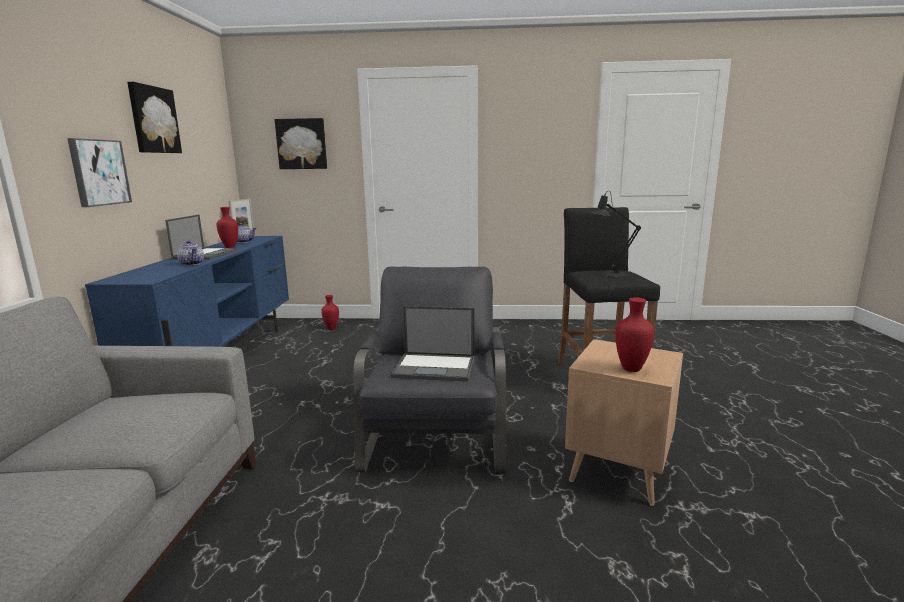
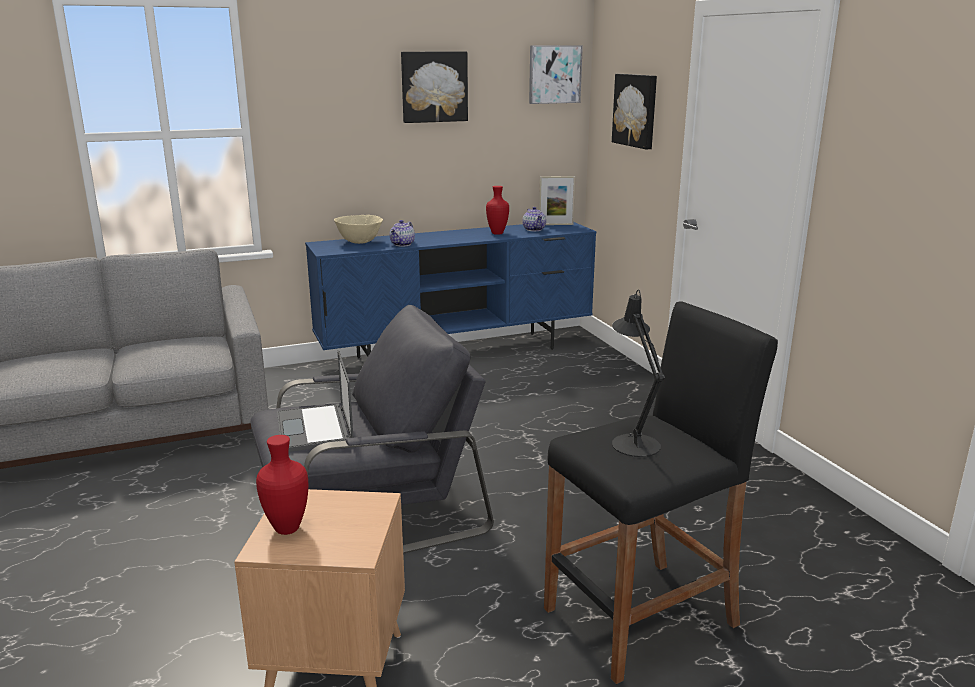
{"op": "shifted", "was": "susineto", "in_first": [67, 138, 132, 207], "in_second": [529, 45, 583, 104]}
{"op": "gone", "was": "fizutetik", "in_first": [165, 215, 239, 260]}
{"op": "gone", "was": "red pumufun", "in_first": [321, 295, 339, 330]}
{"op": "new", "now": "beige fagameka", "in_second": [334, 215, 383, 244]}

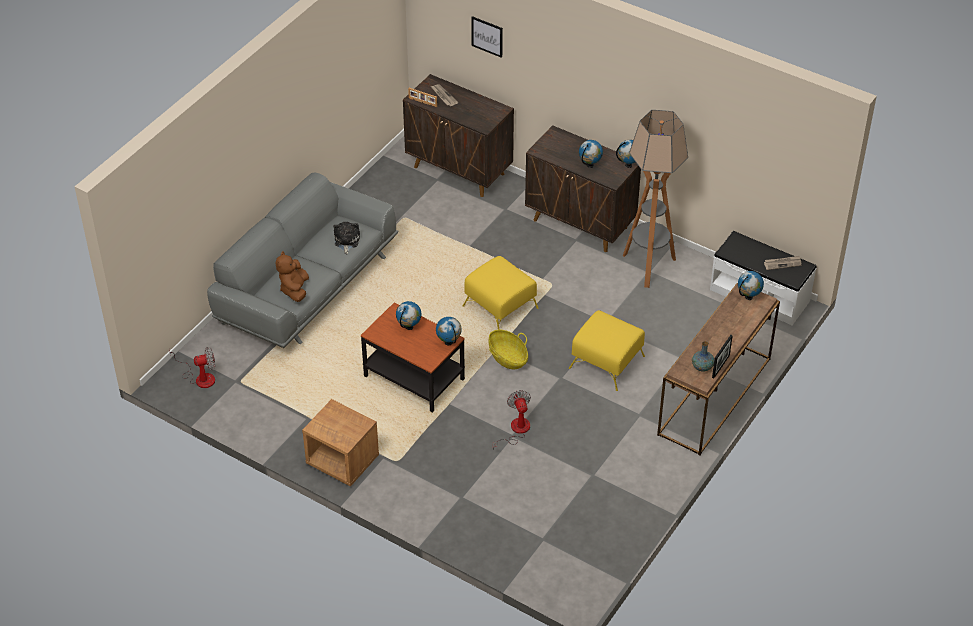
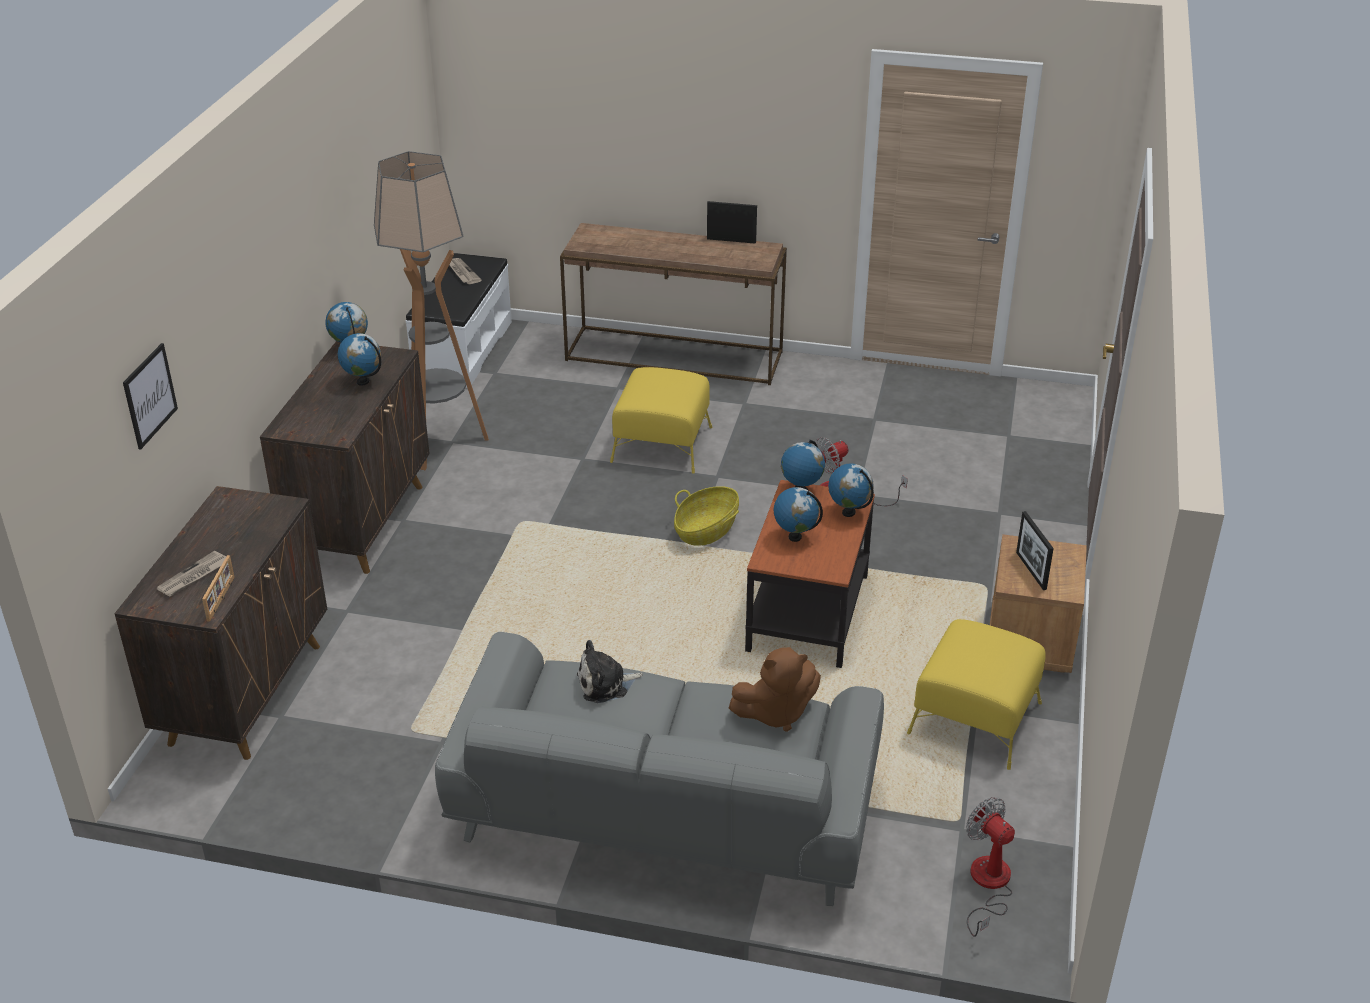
{"op": "shifted", "was": "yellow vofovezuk", "in_first": [463, 256, 539, 330], "in_second": [907, 619, 1046, 770]}
{"op": "shifted", "was": "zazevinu", "in_first": [738, 271, 764, 300], "in_second": [828, 463, 874, 517]}
{"op": "gone", "was": "pumufun", "in_first": [692, 341, 714, 371]}
{"op": "new", "now": "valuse", "in_second": [1016, 511, 1054, 590]}

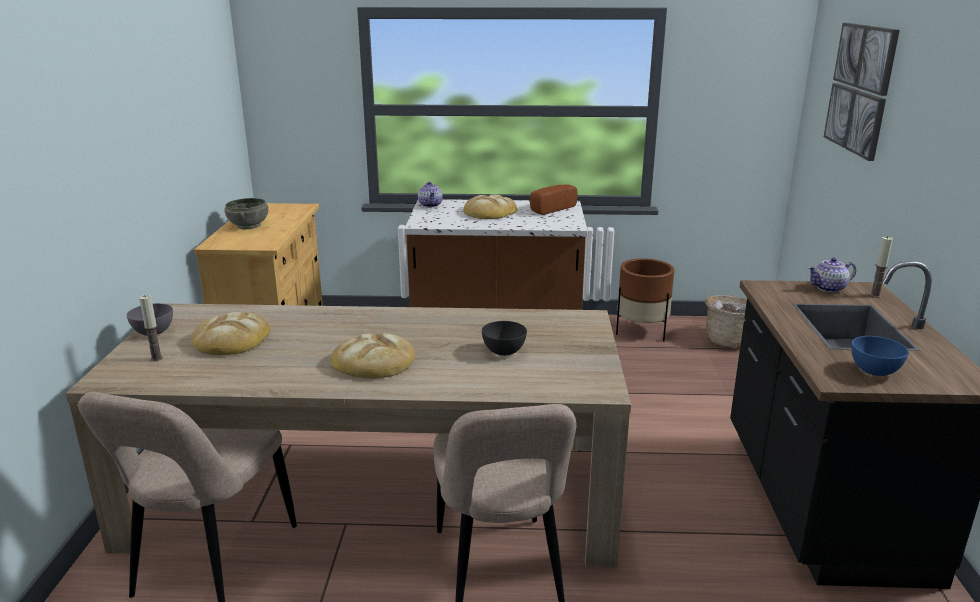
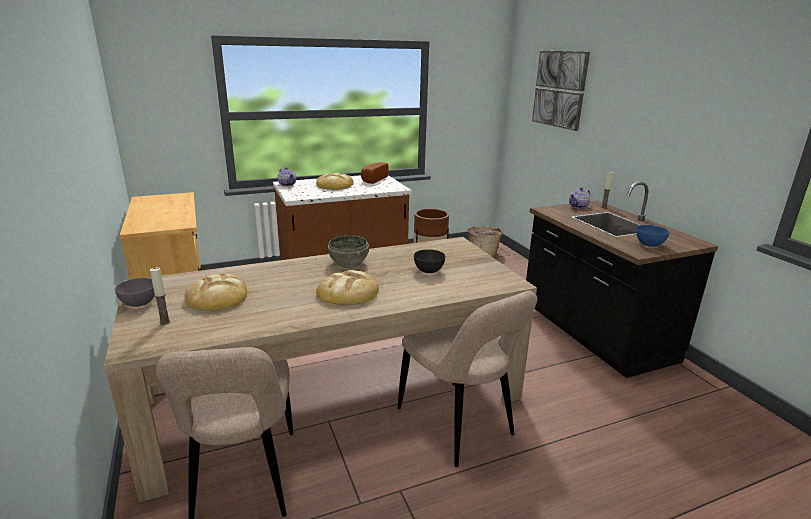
{"op": "shifted", "was": "grey fagameka", "in_first": [224, 198, 268, 229], "in_second": [328, 236, 369, 268]}

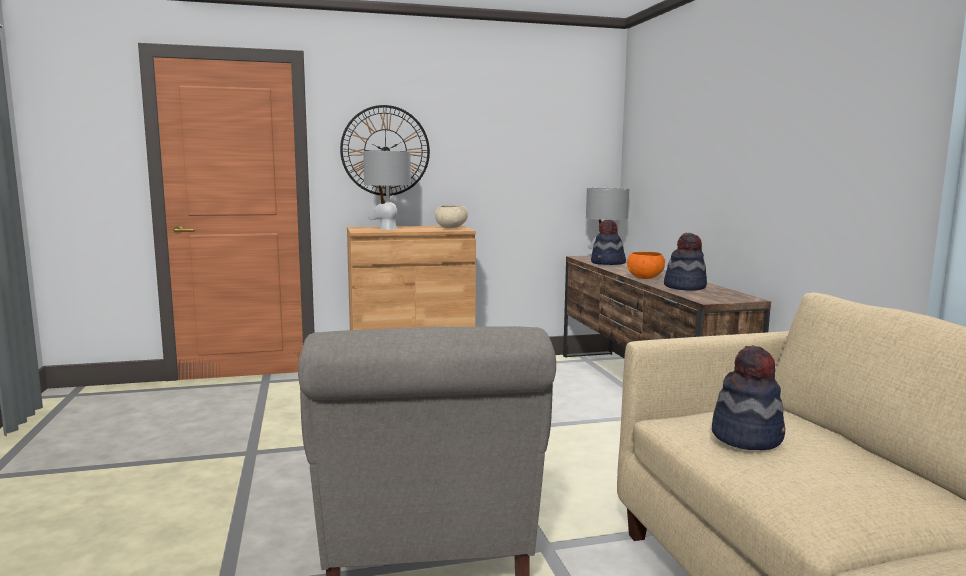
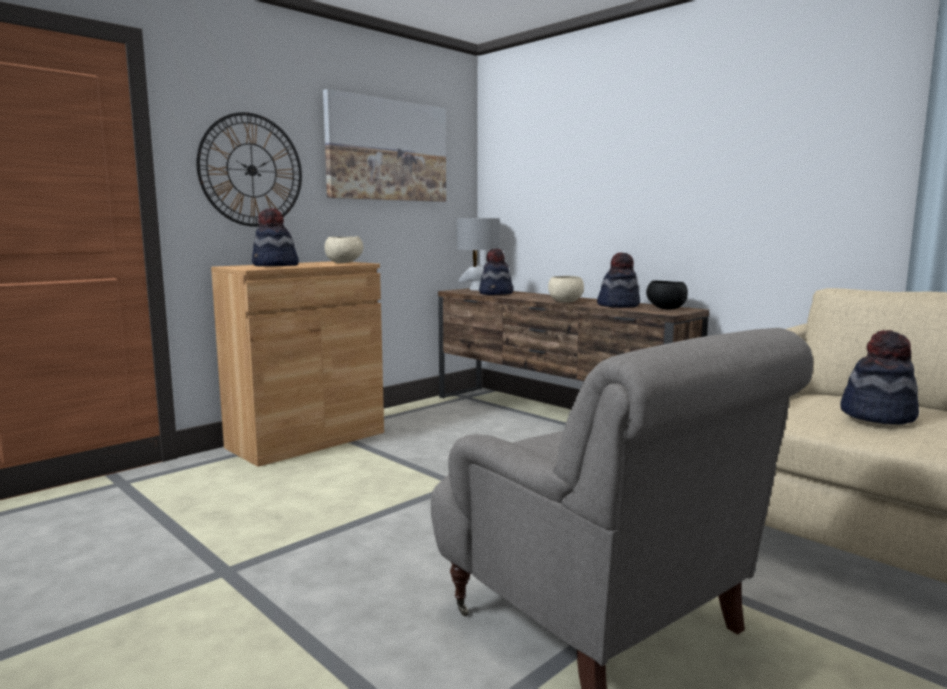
{"op": "swapped", "was": "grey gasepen", "now": "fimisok", "in_first": [363, 150, 411, 230], "in_second": [252, 208, 299, 266]}
{"op": "repainted", "was": "orange fagameka", "now": "beige fagameka", "in_first": [627, 252, 665, 279], "in_second": [548, 276, 584, 302]}
{"op": "new", "now": "susineto", "in_second": [323, 89, 446, 202]}
{"op": "new", "now": "black fagameka", "in_second": [646, 281, 688, 309]}

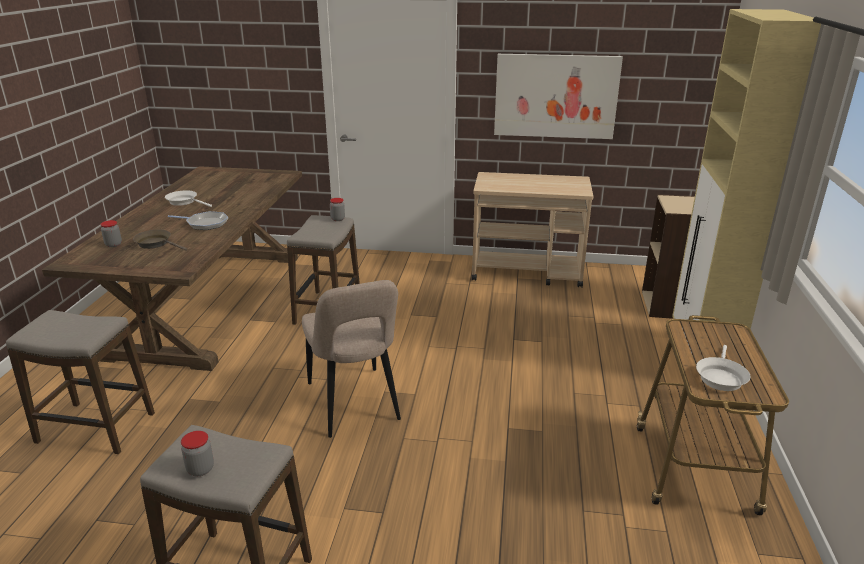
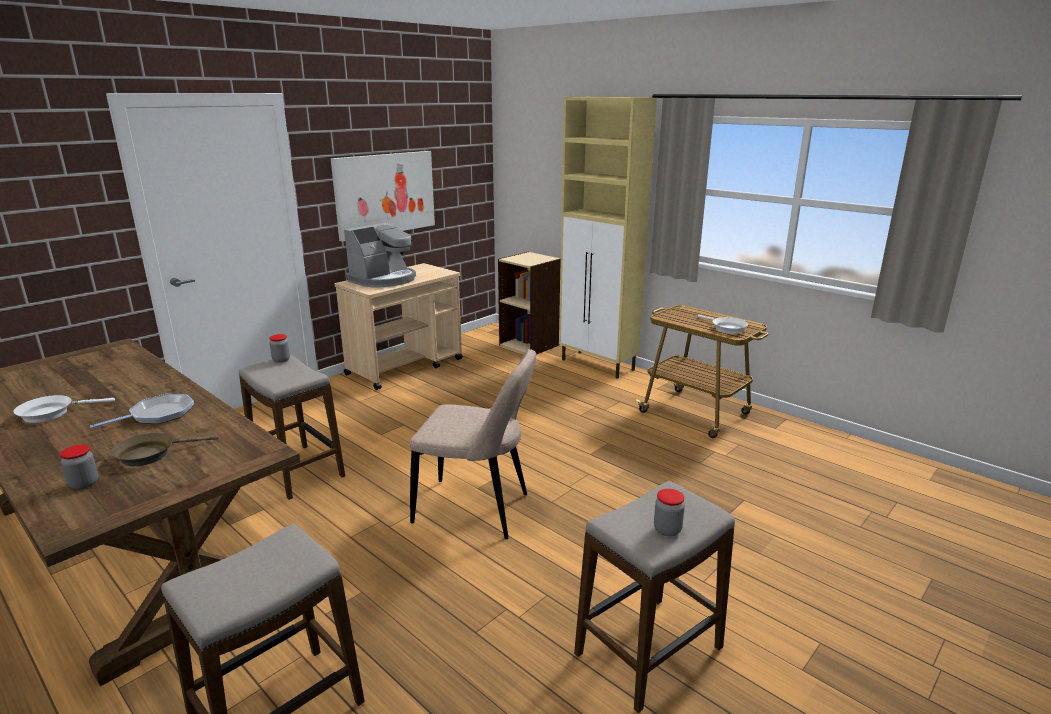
{"op": "new", "now": "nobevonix", "in_second": [344, 222, 416, 288]}

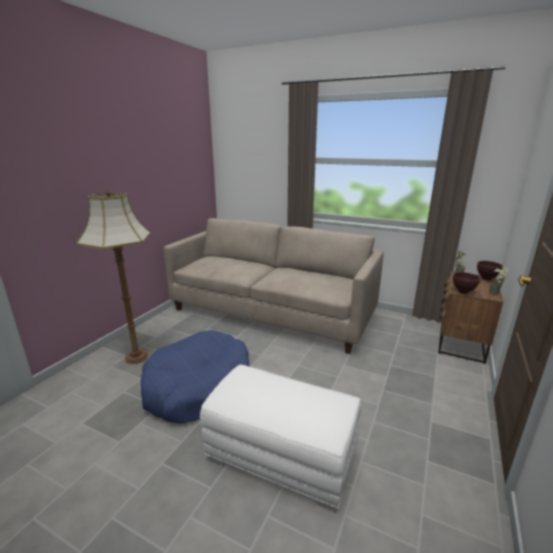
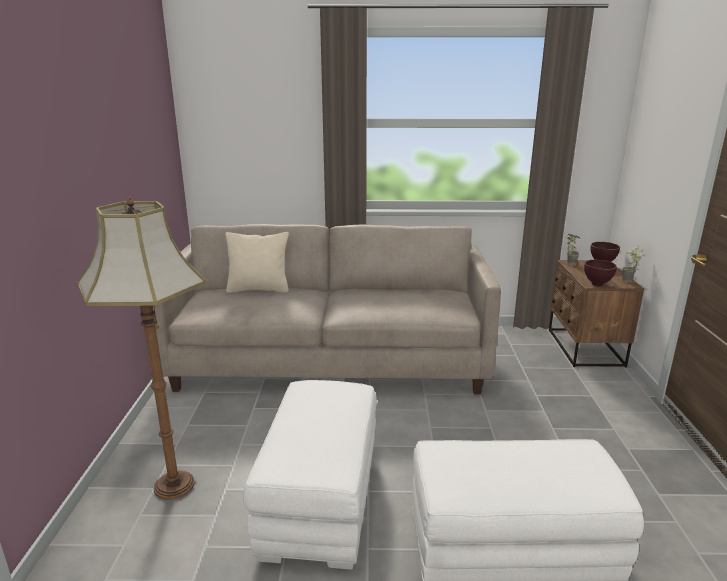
{"op": "swapped", "was": "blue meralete", "now": "white vofovezuk", "in_first": [141, 330, 249, 424], "in_second": [243, 380, 377, 570]}
{"op": "new", "now": "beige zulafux", "in_second": [225, 232, 289, 293]}

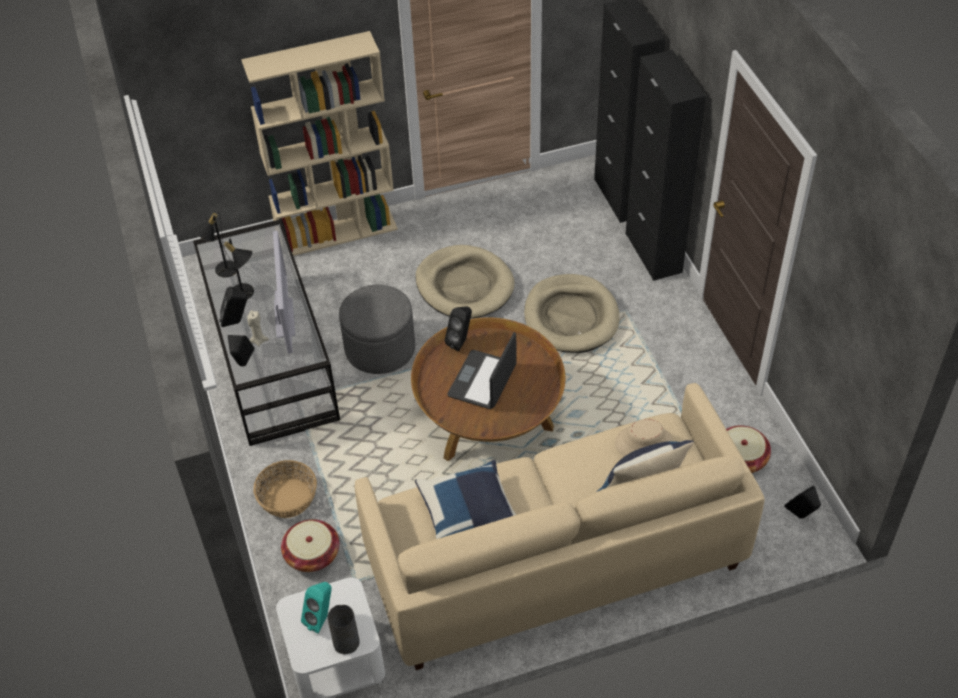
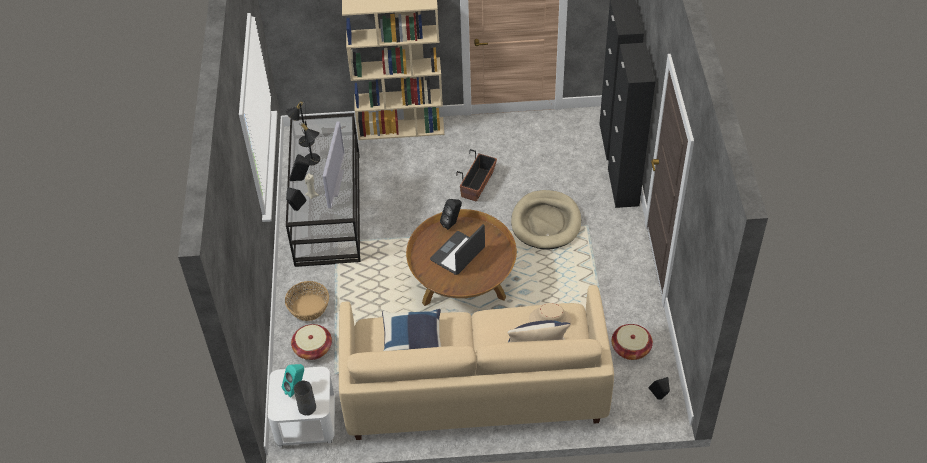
{"op": "swapped", "was": "beige meralete", "now": "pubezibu", "in_first": [415, 245, 515, 319], "in_second": [456, 149, 497, 201]}
{"op": "gone", "was": "grey vofovezuk", "in_first": [339, 285, 415, 374]}

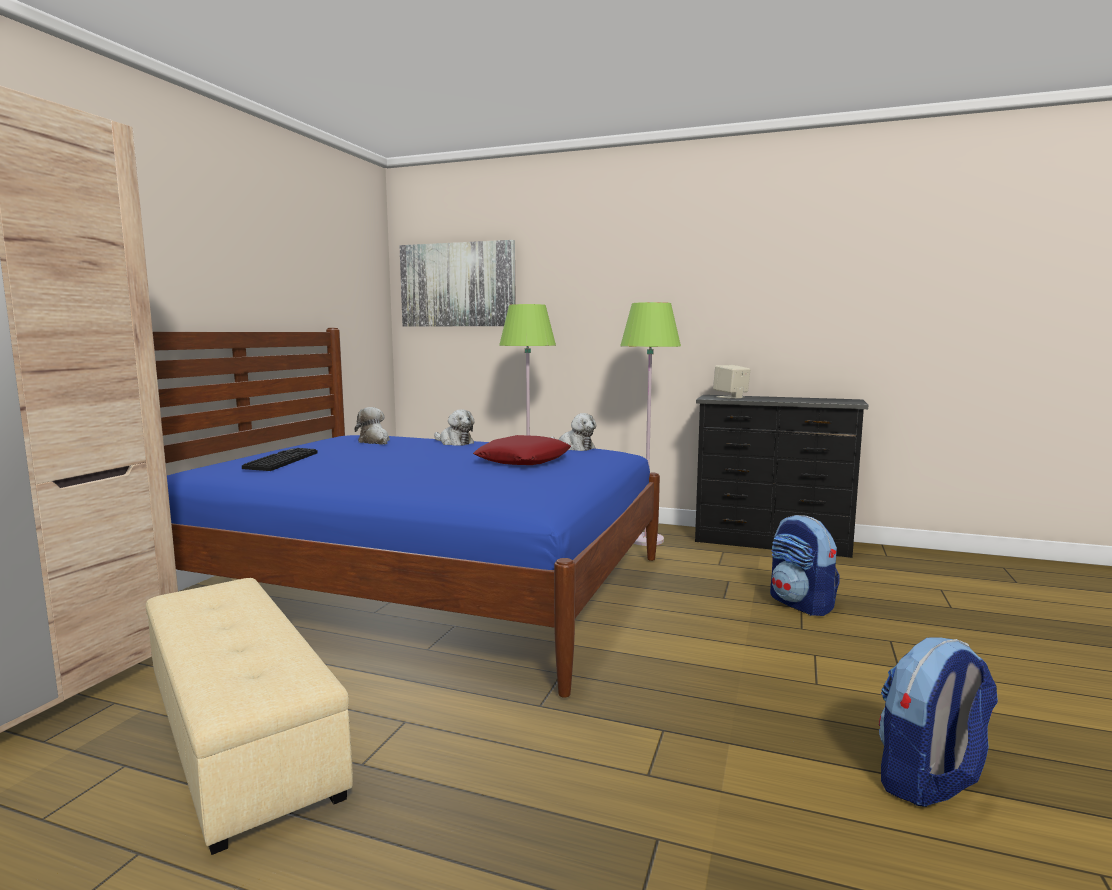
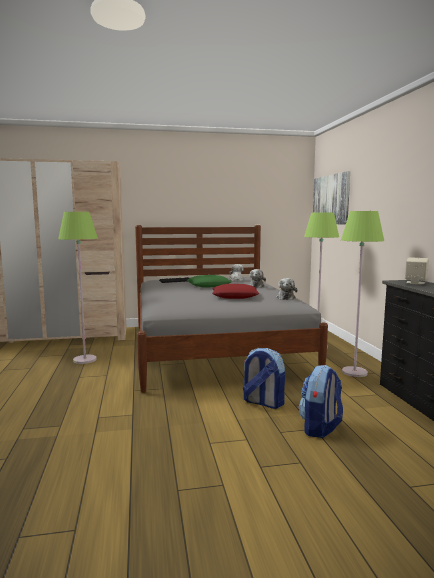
{"op": "repainted", "was": "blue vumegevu", "now": "grey vumegevu", "in_first": [153, 328, 660, 697], "in_second": [135, 225, 328, 393]}
{"op": "swapped", "was": "beige vofovezuk", "now": "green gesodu", "in_first": [146, 578, 353, 855], "in_second": [58, 212, 98, 364]}
{"op": "shifted", "was": "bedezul", "in_first": [879, 637, 998, 807], "in_second": [243, 348, 285, 409]}
{"op": "new", "now": "green zulafux", "in_second": [187, 275, 232, 288]}

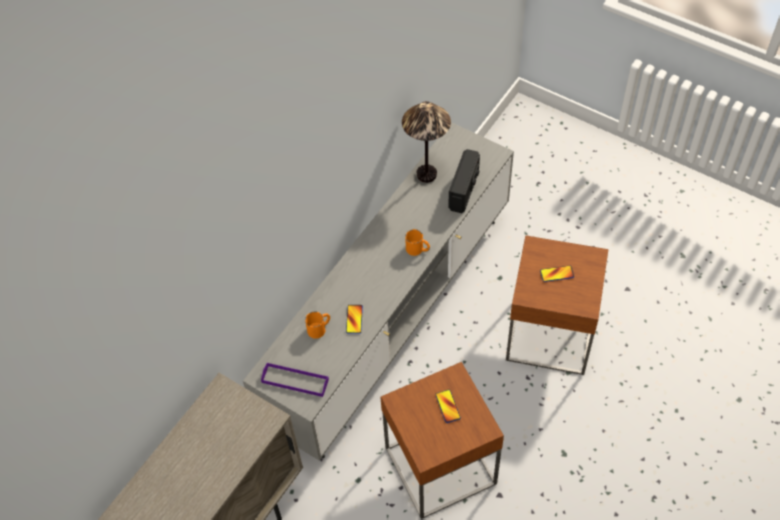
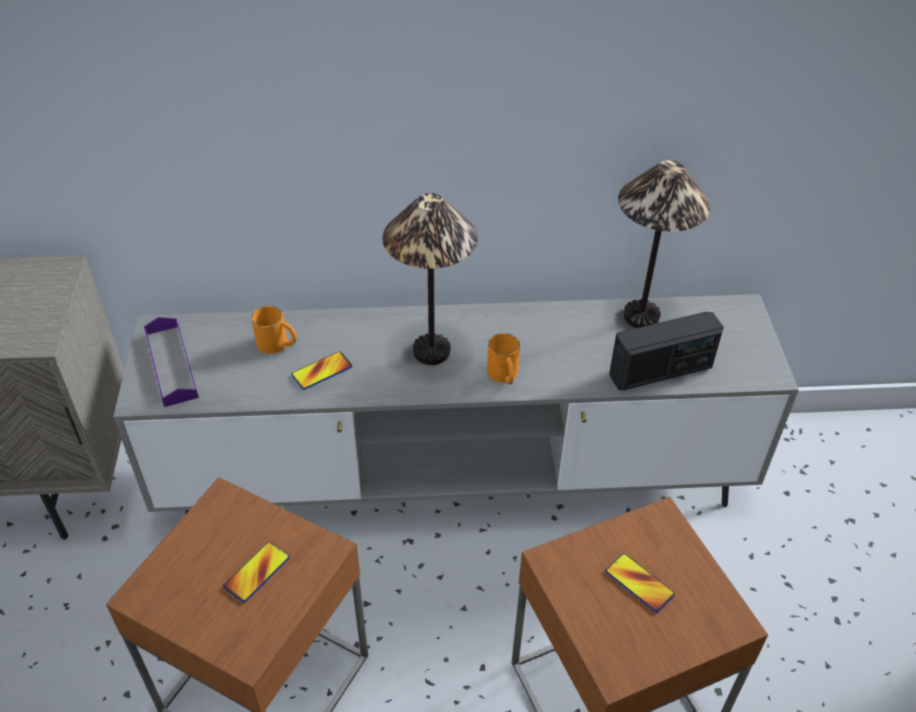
{"op": "new", "now": "gasepen", "in_second": [382, 193, 478, 365]}

